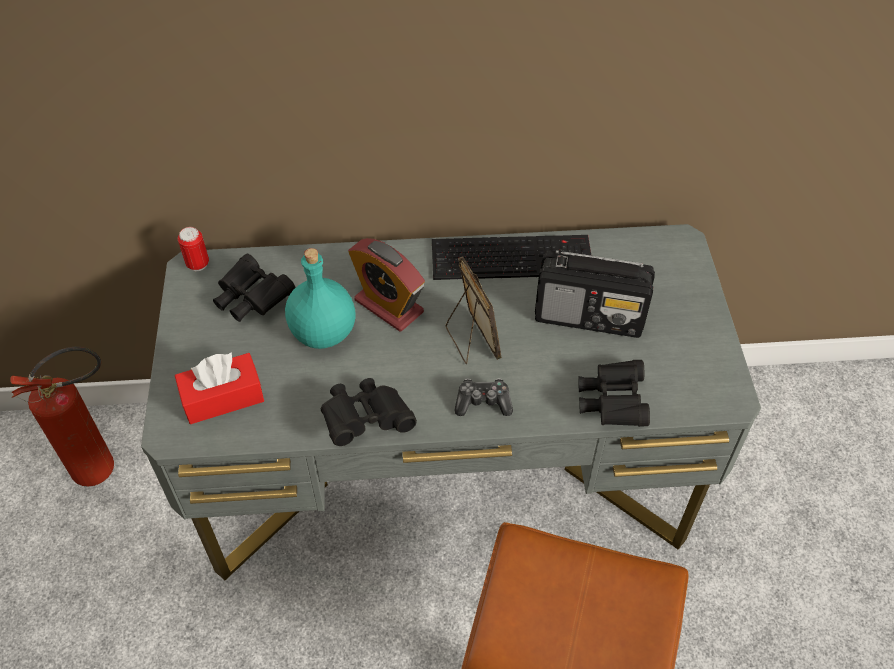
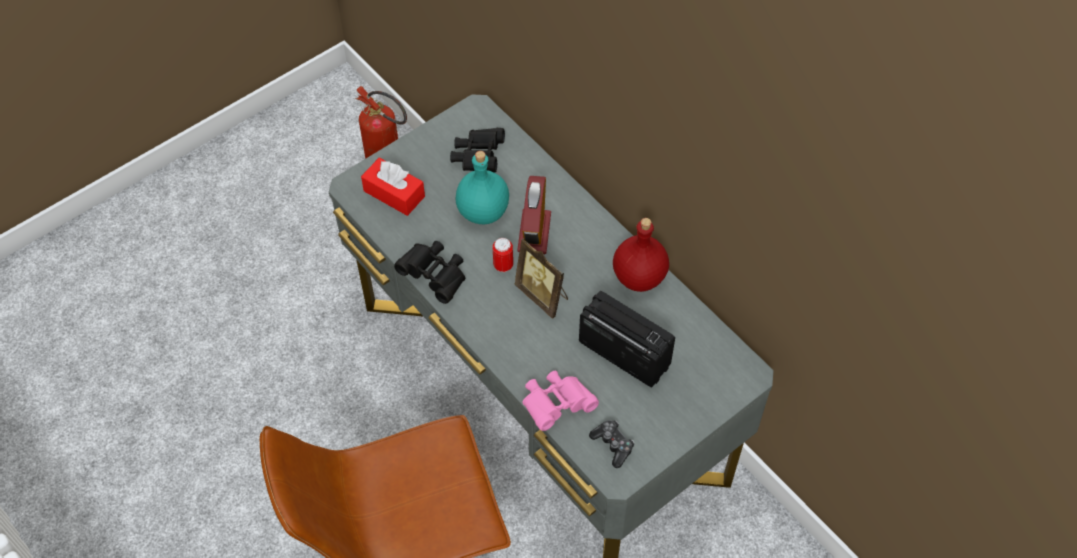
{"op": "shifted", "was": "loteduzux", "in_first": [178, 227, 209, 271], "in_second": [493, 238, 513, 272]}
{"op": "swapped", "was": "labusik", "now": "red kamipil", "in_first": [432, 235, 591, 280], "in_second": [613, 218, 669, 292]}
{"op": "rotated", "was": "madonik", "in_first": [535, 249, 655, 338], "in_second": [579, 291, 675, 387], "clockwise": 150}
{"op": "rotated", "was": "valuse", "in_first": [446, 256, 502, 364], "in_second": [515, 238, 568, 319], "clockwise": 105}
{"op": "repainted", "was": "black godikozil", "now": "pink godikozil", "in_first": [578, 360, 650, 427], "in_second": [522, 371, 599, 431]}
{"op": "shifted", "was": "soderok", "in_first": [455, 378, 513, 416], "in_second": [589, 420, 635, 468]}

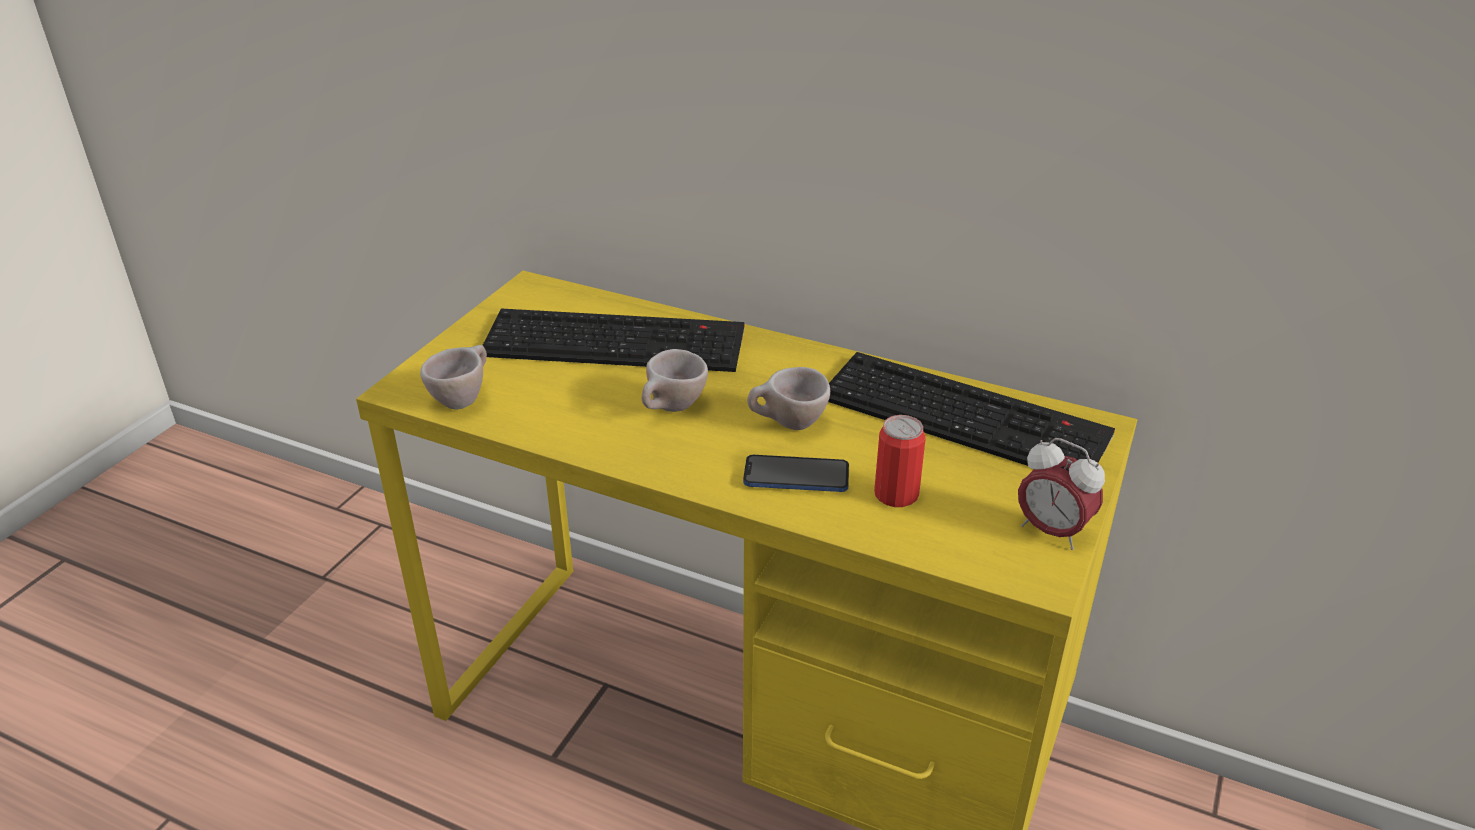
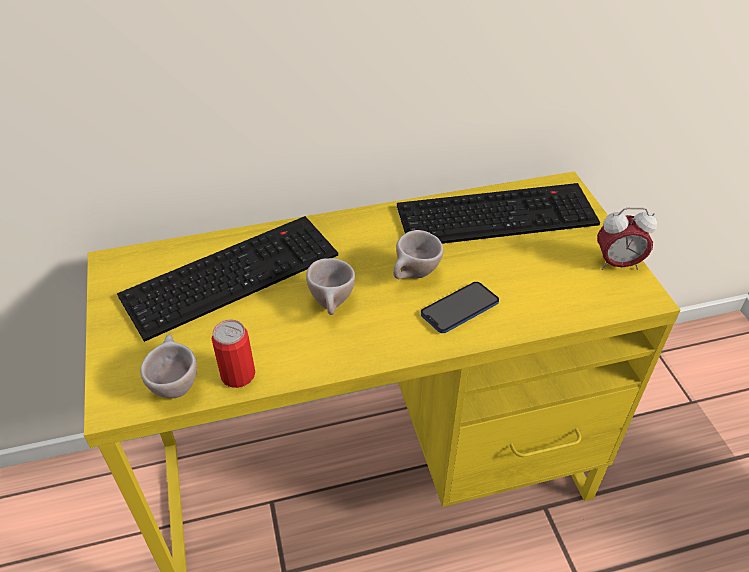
{"op": "shifted", "was": "loteduzux", "in_first": [874, 415, 926, 507], "in_second": [212, 320, 255, 388]}

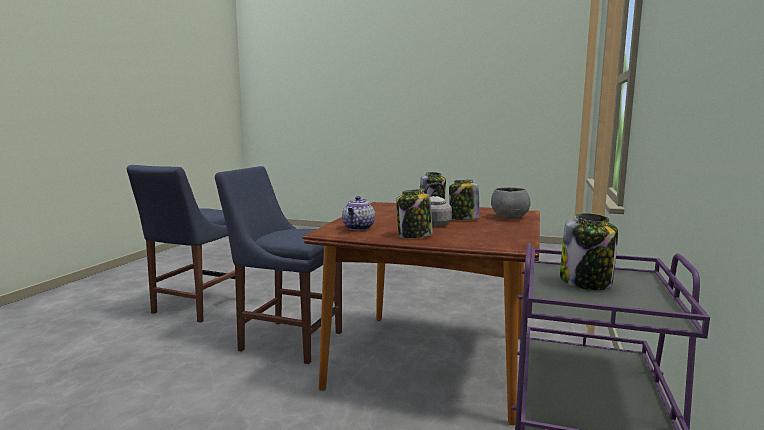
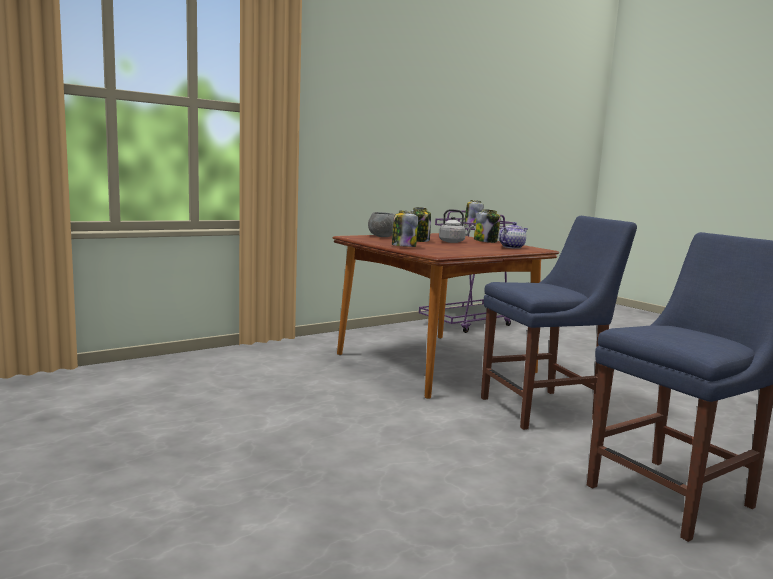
{"op": "rotated", "was": "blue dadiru", "in_first": [215, 166, 342, 364], "in_second": [481, 216, 637, 430], "clockwise": -75}

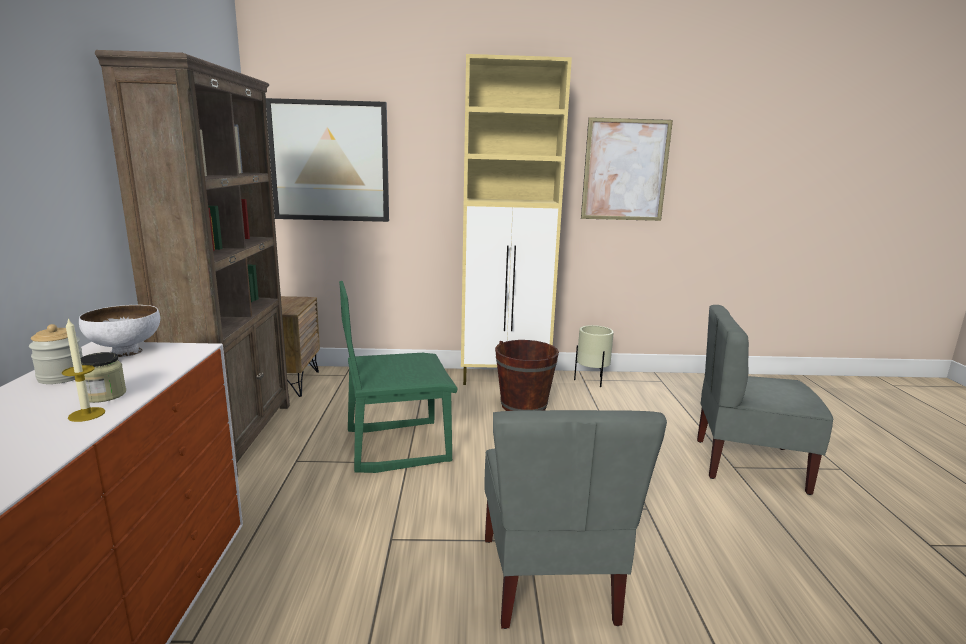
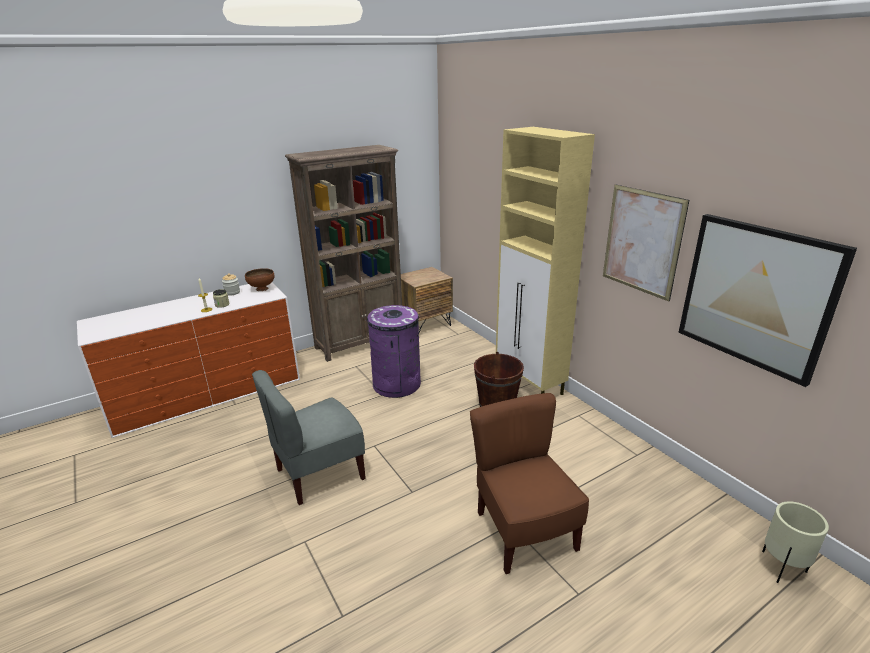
{"op": "shifted", "was": "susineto", "in_first": [266, 98, 389, 222], "in_second": [678, 214, 857, 387]}
{"op": "swapped", "was": "green dadiru", "now": "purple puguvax", "in_first": [339, 281, 458, 473], "in_second": [367, 305, 421, 398]}
{"op": "repainted", "was": "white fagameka", "now": "brown fagameka", "in_first": [79, 305, 160, 357], "in_second": [245, 268, 275, 291]}
{"op": "repainted", "was": "grey dadiru", "now": "brown dadiru", "in_first": [697, 305, 833, 495], "in_second": [470, 393, 589, 574]}
{"op": "shifted", "was": "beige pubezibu", "in_first": [574, 325, 614, 387], "in_second": [762, 501, 829, 583]}

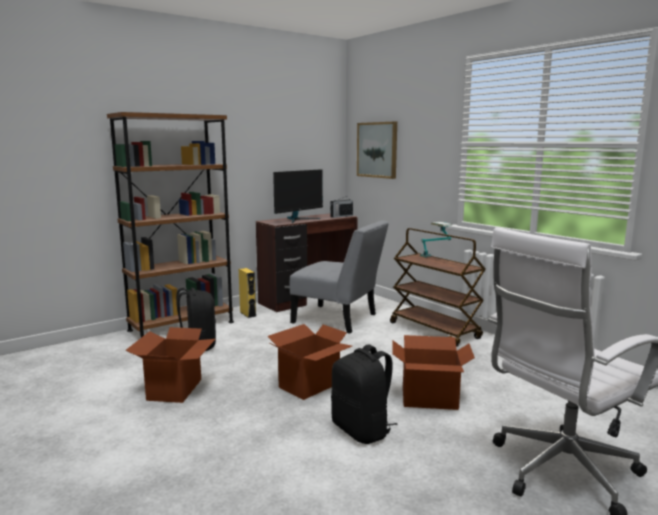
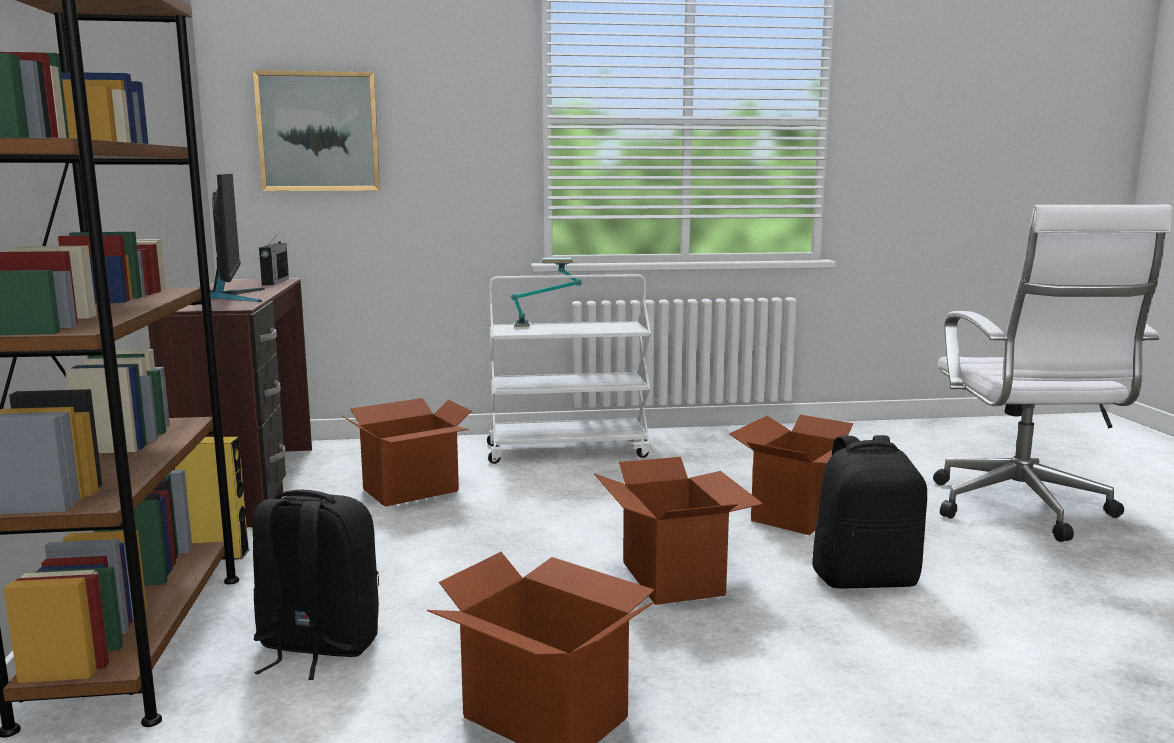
{"op": "swapped", "was": "grey dadiru", "now": "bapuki", "in_first": [289, 220, 389, 334], "in_second": [342, 398, 472, 507]}
{"op": "repainted", "was": "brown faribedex", "now": "white faribedex", "in_first": [390, 228, 486, 347], "in_second": [487, 274, 651, 464]}

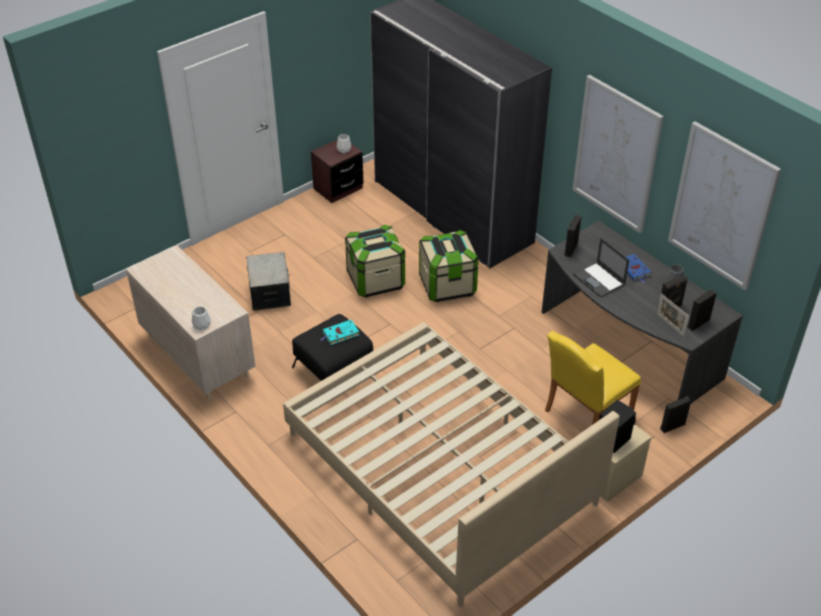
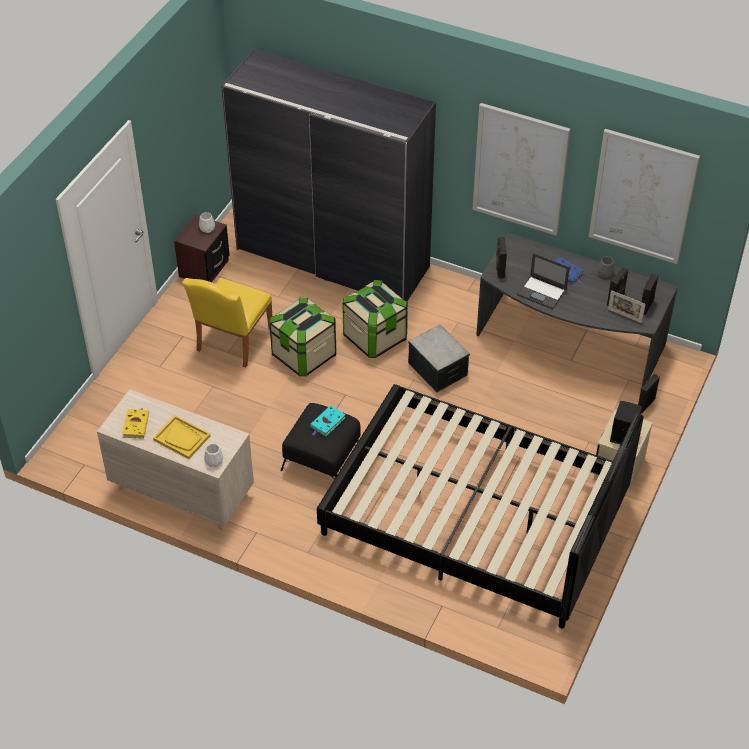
{"op": "shifted", "was": "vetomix", "in_first": [247, 252, 291, 311], "in_second": [408, 325, 470, 392]}
{"op": "repainted", "was": "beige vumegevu", "now": "black vumegevu", "in_first": [283, 322, 620, 607], "in_second": [317, 384, 644, 628]}
{"op": "shifted", "was": "yellow dadiru", "in_first": [545, 331, 641, 425], "in_second": [182, 278, 272, 368]}
{"op": "new", "now": "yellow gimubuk", "in_second": [122, 408, 149, 439]}
{"op": "new", "now": "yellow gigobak", "in_second": [153, 415, 210, 459]}

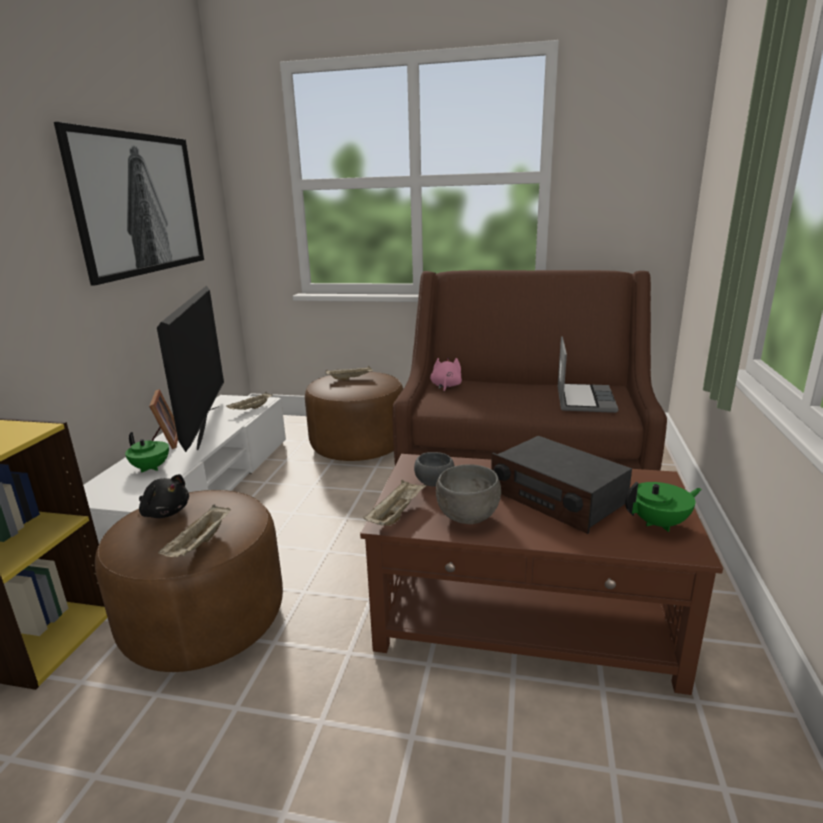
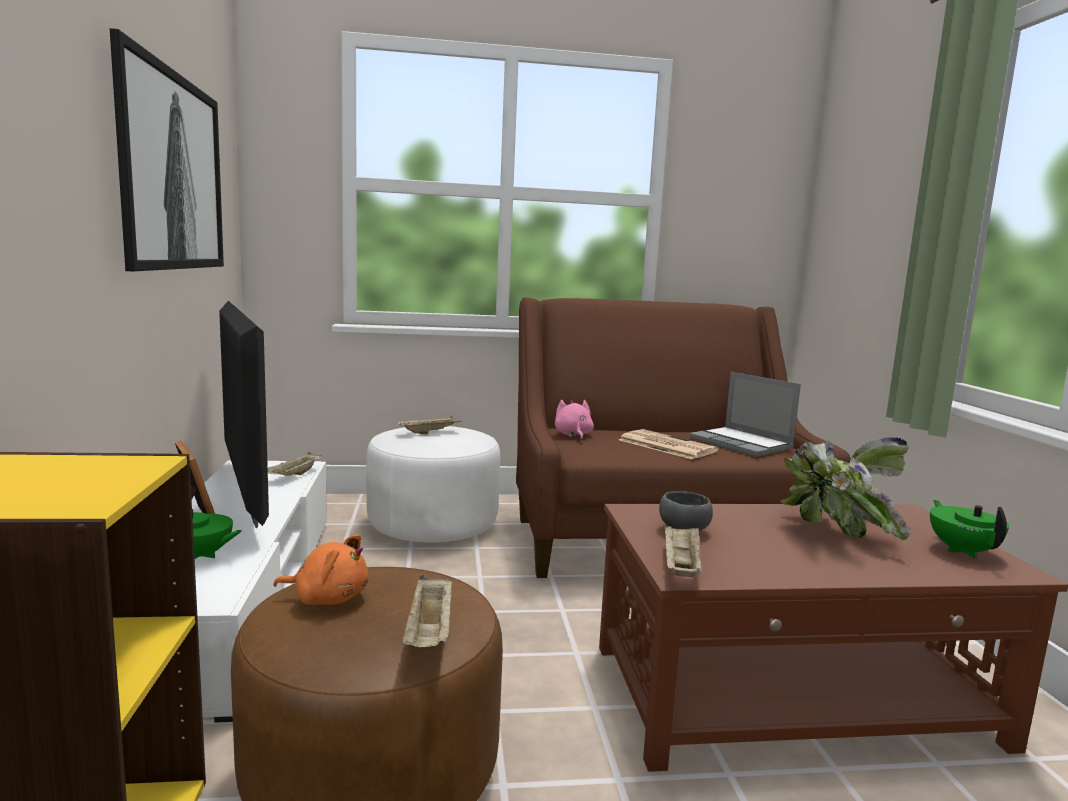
{"op": "rotated", "was": "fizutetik", "in_first": [557, 336, 618, 413], "in_second": [689, 372, 801, 457], "clockwise": 150}
{"op": "repainted", "was": "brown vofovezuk", "now": "white vofovezuk", "in_first": [305, 372, 403, 461], "in_second": [367, 426, 500, 542]}
{"op": "swapped", "was": "madonik", "now": "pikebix", "in_first": [491, 436, 632, 534], "in_second": [780, 437, 911, 540]}
{"op": "gone", "was": "grey fagameka", "in_first": [436, 464, 501, 524]}
{"op": "repainted", "was": "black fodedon", "now": "orange fodedon", "in_first": [139, 474, 189, 518], "in_second": [273, 534, 369, 605]}
{"op": "rotated", "was": "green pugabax", "in_first": [625, 481, 702, 532], "in_second": [930, 500, 1009, 558], "clockwise": -60}
{"op": "new", "now": "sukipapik", "in_second": [619, 429, 718, 460]}

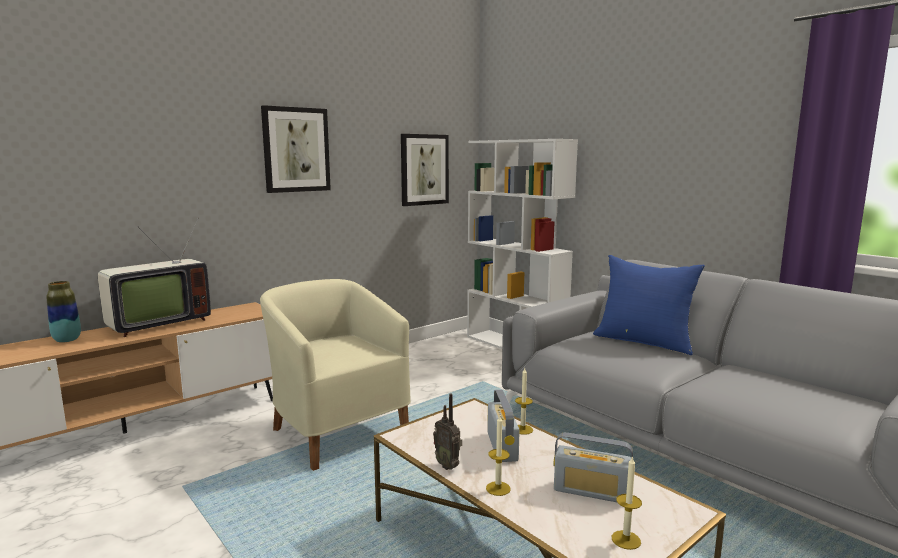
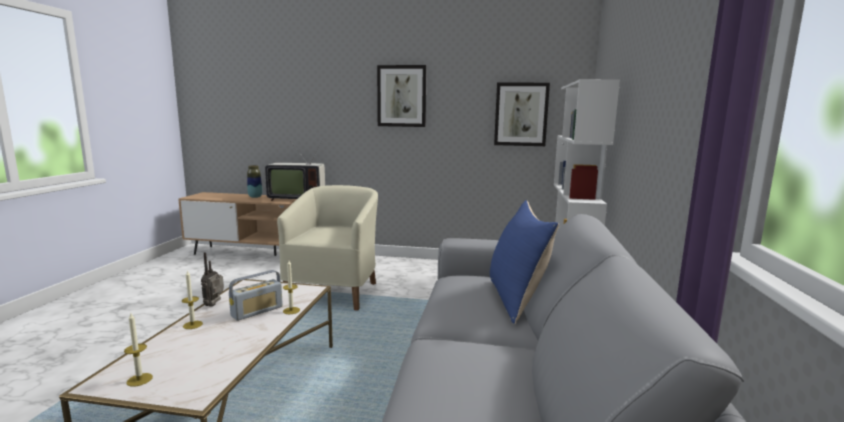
{"op": "gone", "was": "madonik", "in_first": [553, 433, 633, 502]}

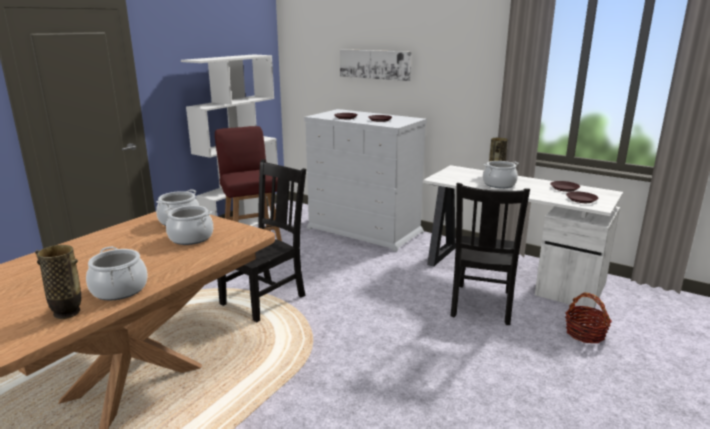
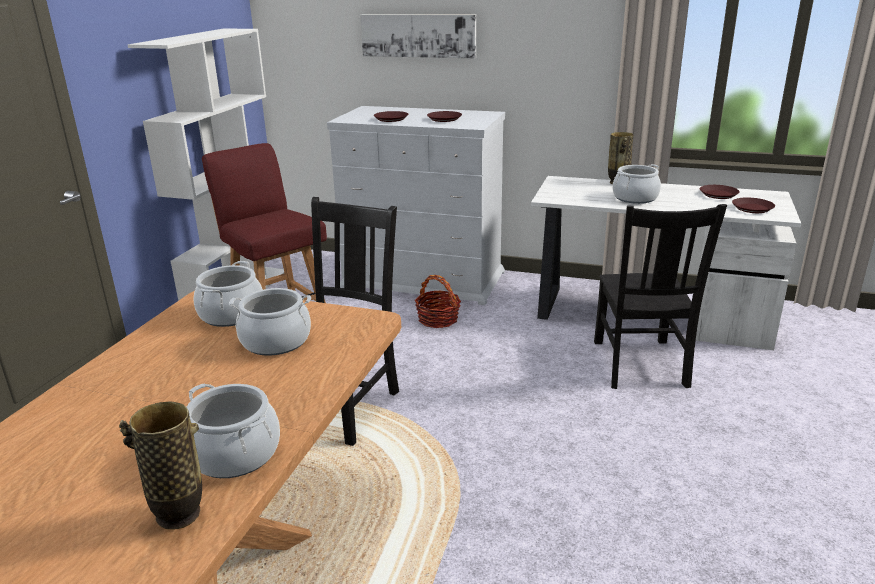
{"op": "shifted", "was": "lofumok", "in_first": [565, 293, 612, 343], "in_second": [415, 275, 461, 328]}

